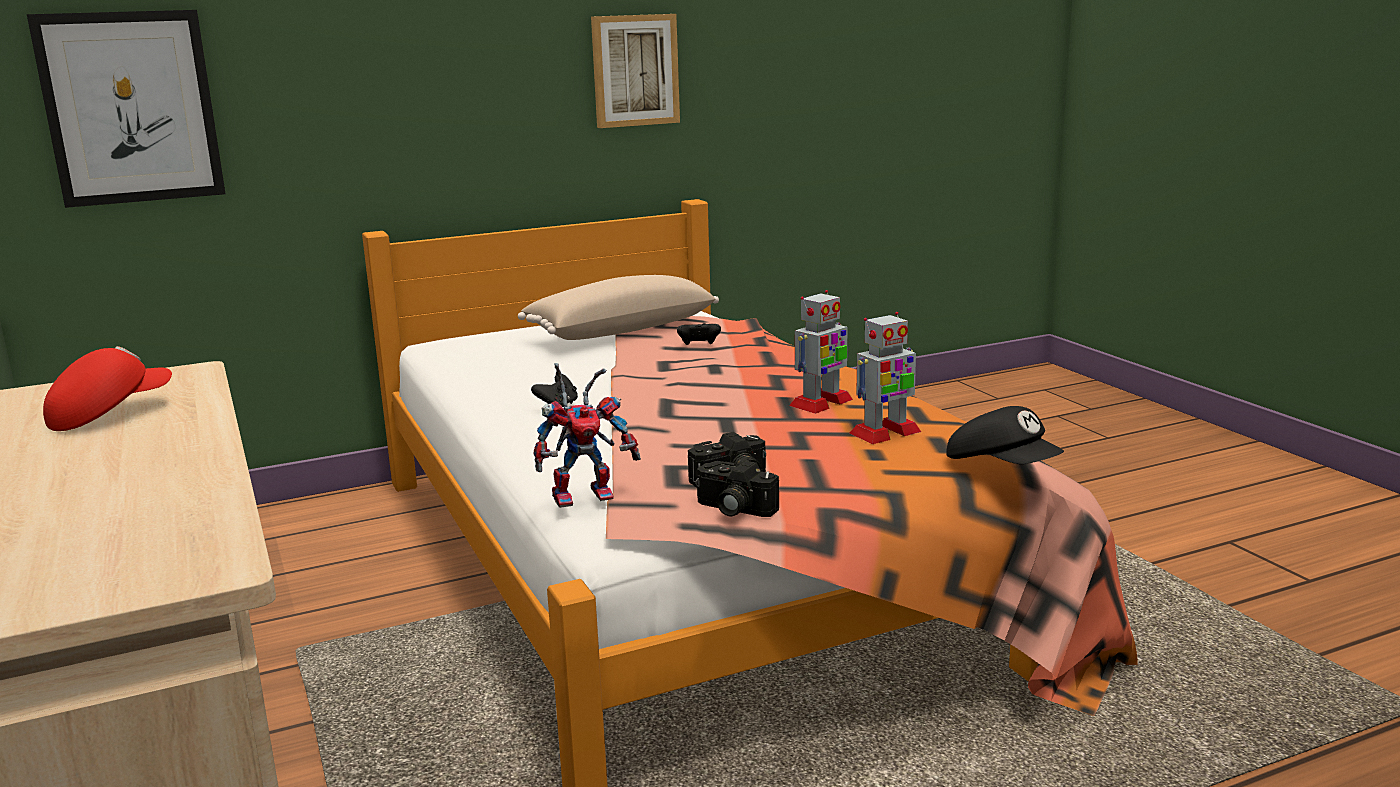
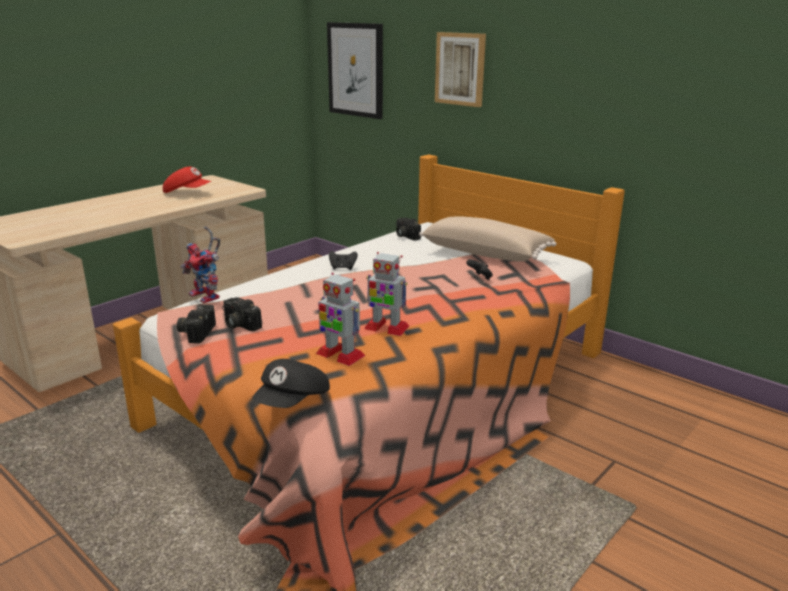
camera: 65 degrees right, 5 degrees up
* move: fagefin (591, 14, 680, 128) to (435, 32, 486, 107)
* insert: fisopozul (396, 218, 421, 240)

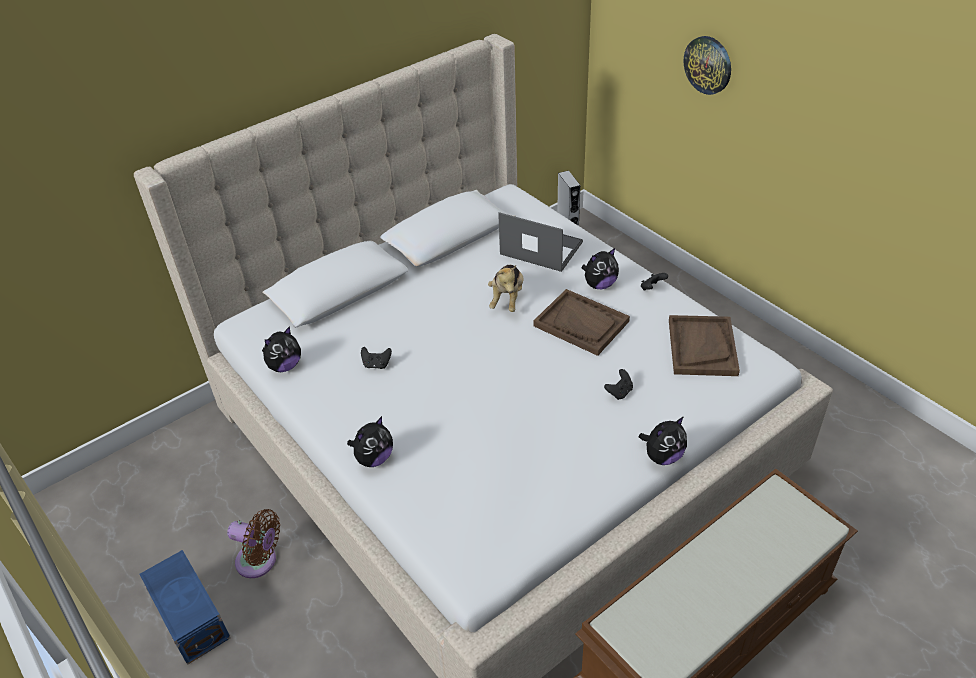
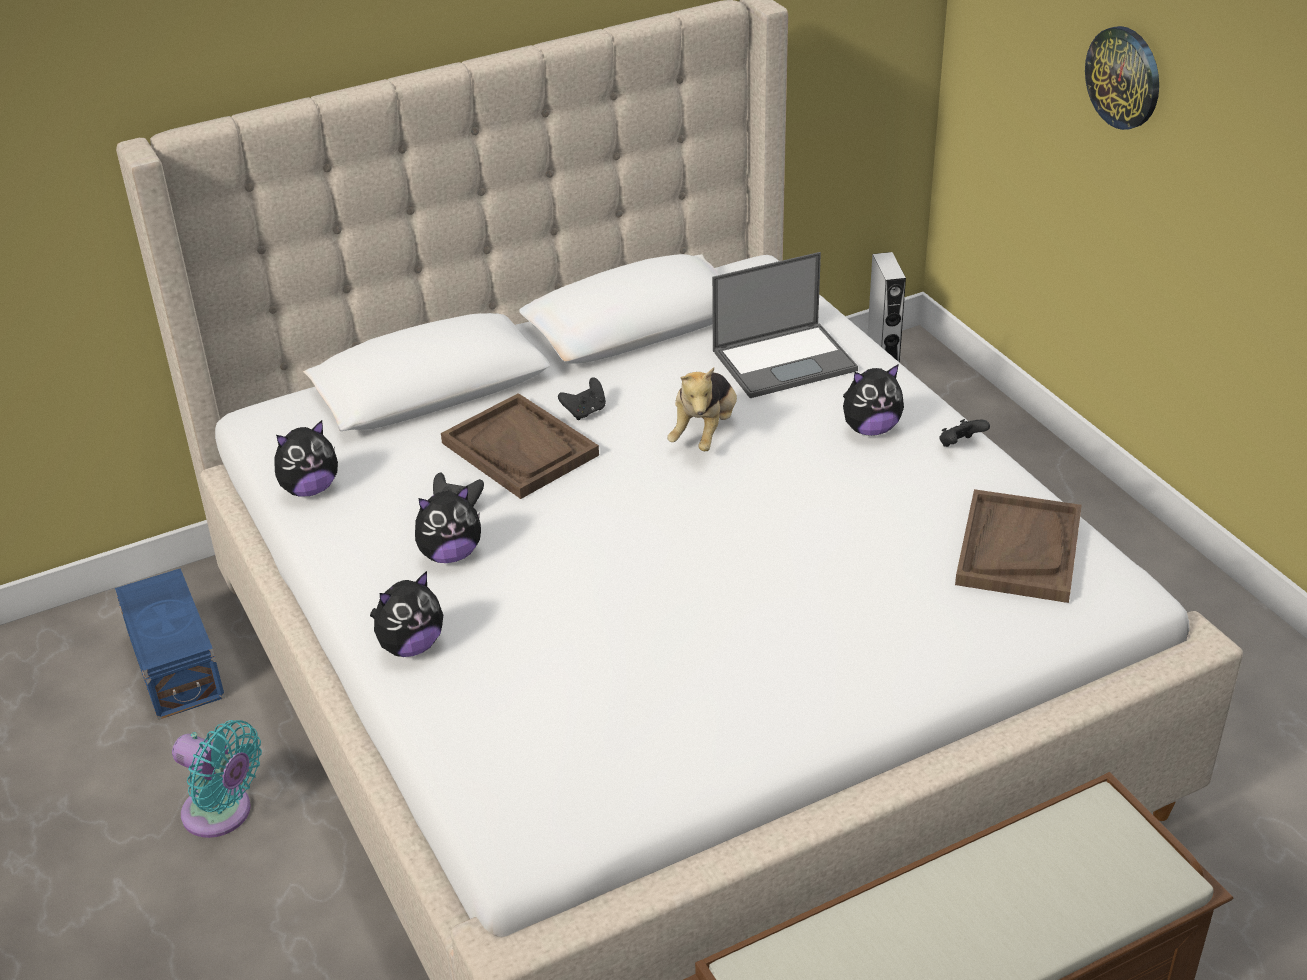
camera: 10 degrees right, 5 degrees down
* rotate: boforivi (498, 212, 583, 272) = (712, 252, 858, 398) 120 degrees clockwise
* move: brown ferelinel (533, 289, 630, 356) to (441, 393, 599, 499)
* move: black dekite (604, 369, 633, 400) to (558, 378, 606, 420)
* move: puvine (639, 416, 687, 465) to (415, 486, 481, 563)
* recolor: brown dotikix (227, 509, 280, 578) to turquoise dotikix (172, 720, 262, 838)
* move: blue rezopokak (139, 550, 231, 665) to (115, 568, 225, 720)

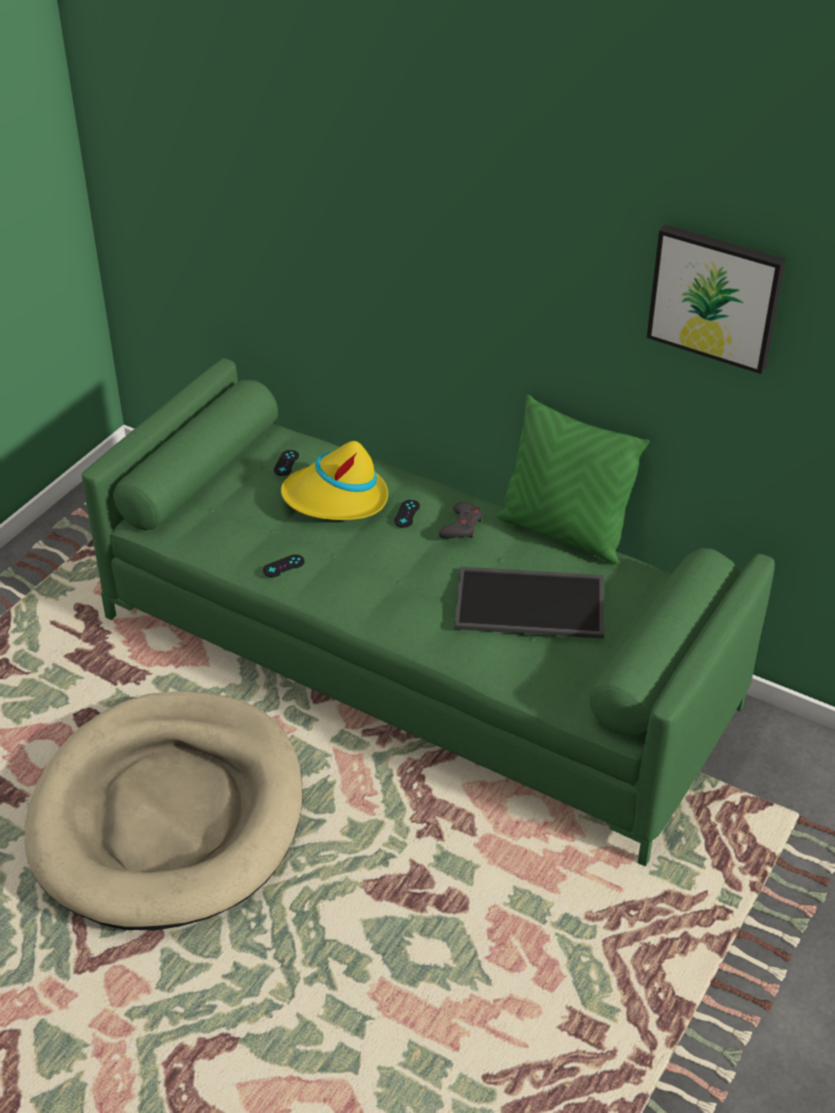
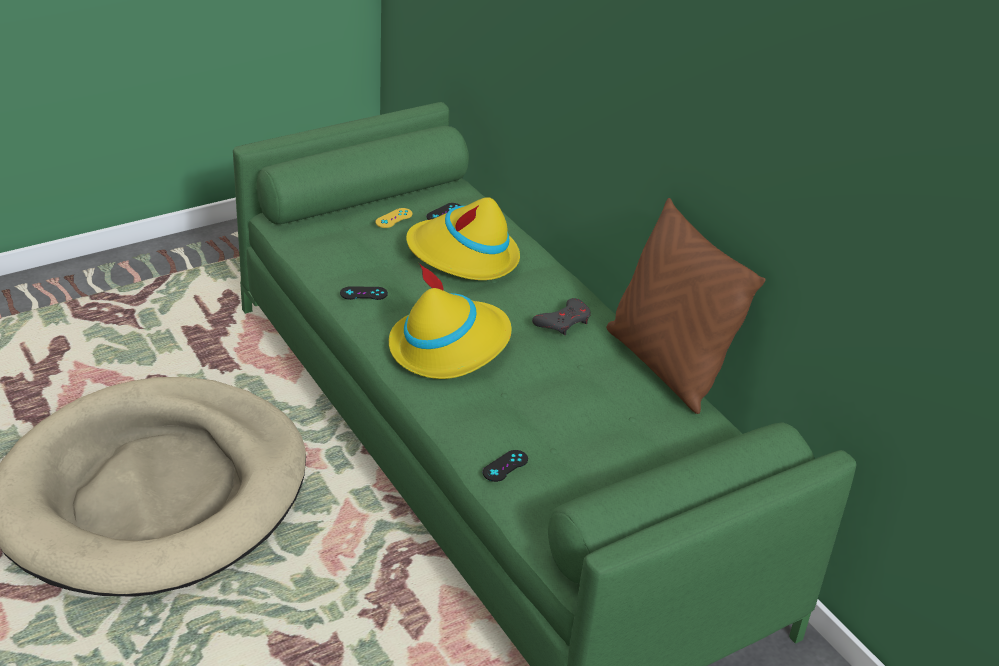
camera: 25 degrees right, 5 degrees down
* delete: fagefin (647, 224, 786, 374)
* recolor: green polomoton (497, 395, 649, 564) to brown polomoton (606, 198, 766, 414)
* move: black dekite (394, 500, 420, 528) to (483, 450, 528, 482)
* delete: ferelinel (454, 567, 604, 639)
* insert: yellow dekite (375, 208, 412, 228)
* insert: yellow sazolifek (389, 263, 512, 379)

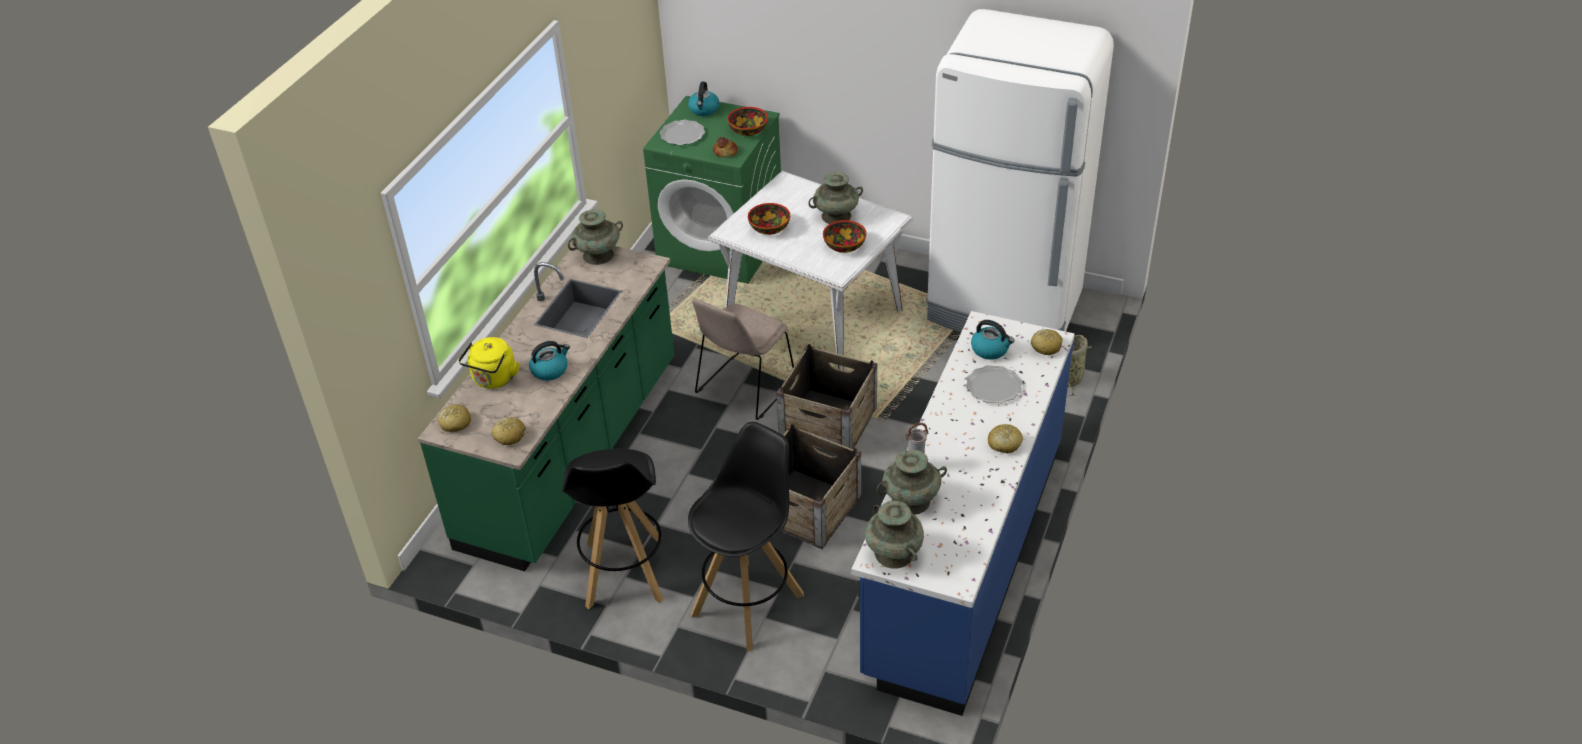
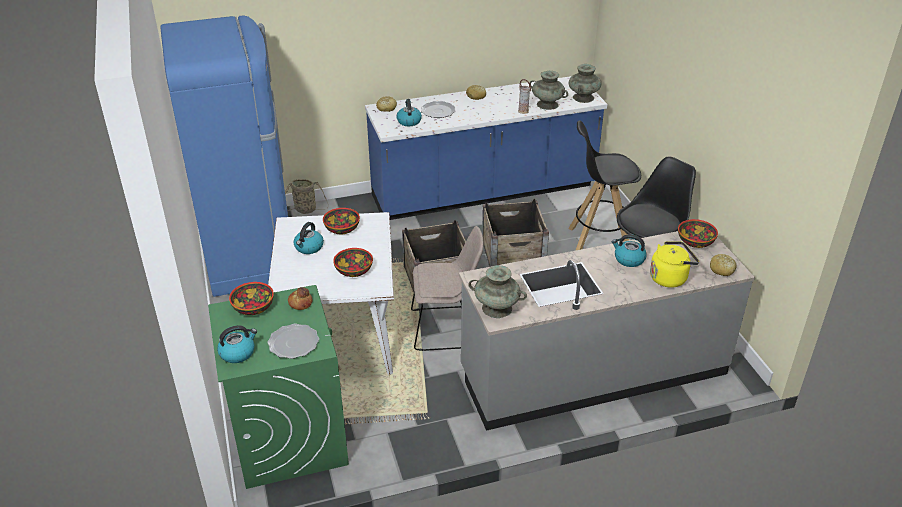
camera: 130 degrees left, 5 degrees down
* recolor: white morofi (926, 9, 1114, 332) to blue morofi (160, 15, 288, 297)
* replace: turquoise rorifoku (808, 172, 863, 224) to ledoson (294, 222, 324, 254)
* recolor: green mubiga (418, 245, 674, 571) to grey mubiga (459, 231, 755, 431)
* replace: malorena (492, 417, 526, 445) to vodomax (678, 219, 718, 248)

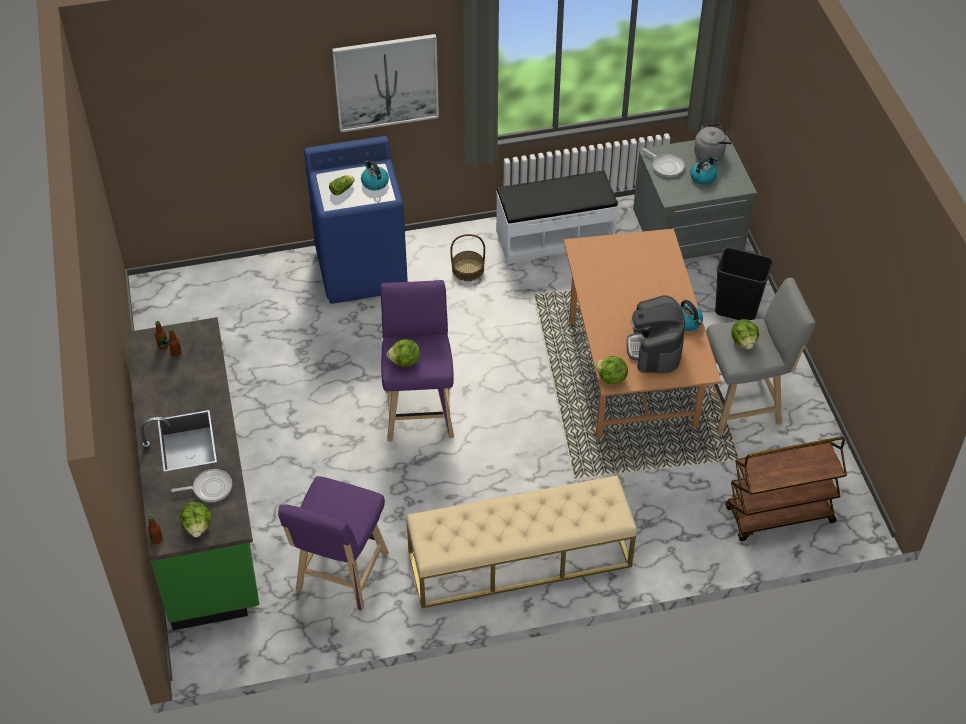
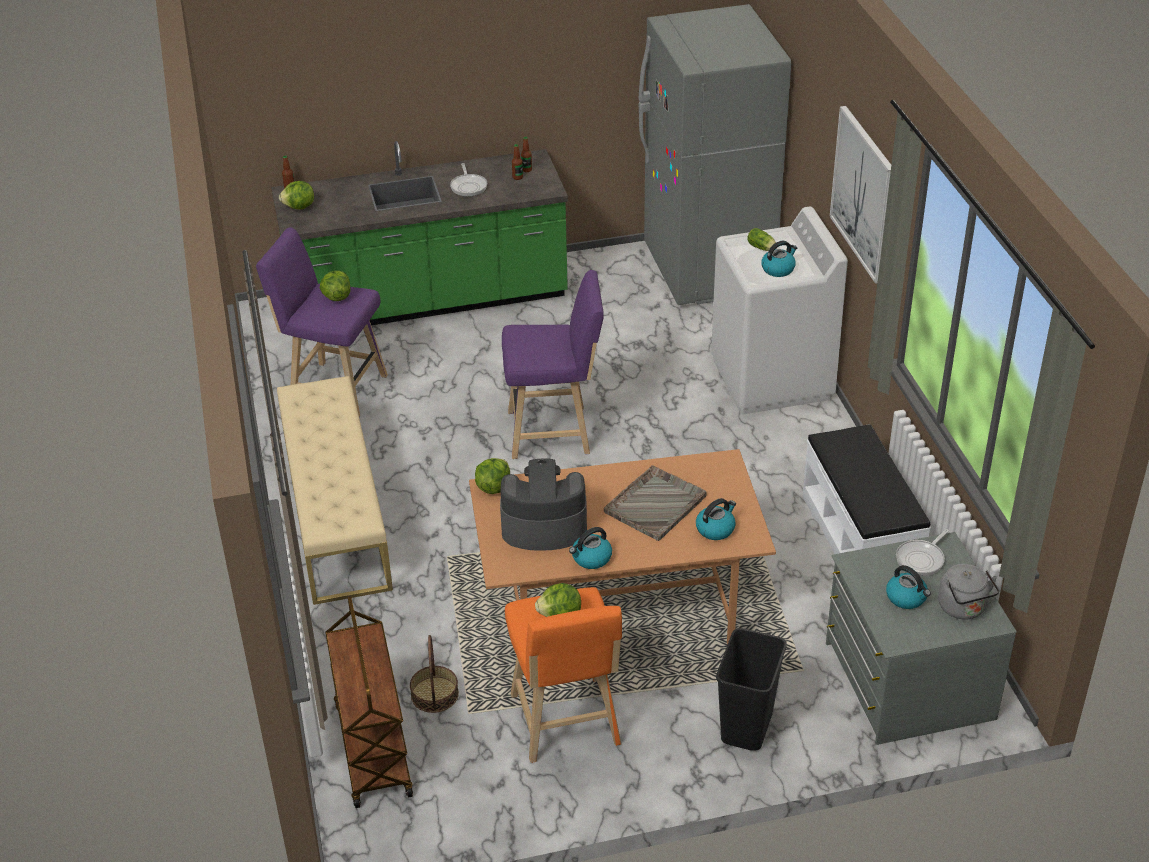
camera: 90 degrees right, 10 degrees down
* recolor: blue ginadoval (304, 136, 408, 304) to white ginadoval (711, 207, 848, 414)
* move: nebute (450, 234, 485, 281) to (410, 635, 459, 713)
* recolor: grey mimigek (706, 278, 816, 435) to orange mimigek (505, 587, 622, 763)
* move: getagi (387, 339, 420, 367) to (320, 271, 350, 301)
* move: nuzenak (171, 469, 232, 502) to (450, 163, 487, 197)
* insert: grey morofi (639, 4, 791, 305)
* insert: grey ferelinel (604, 465, 707, 541)
* insert: ledoson (696, 498, 736, 540)

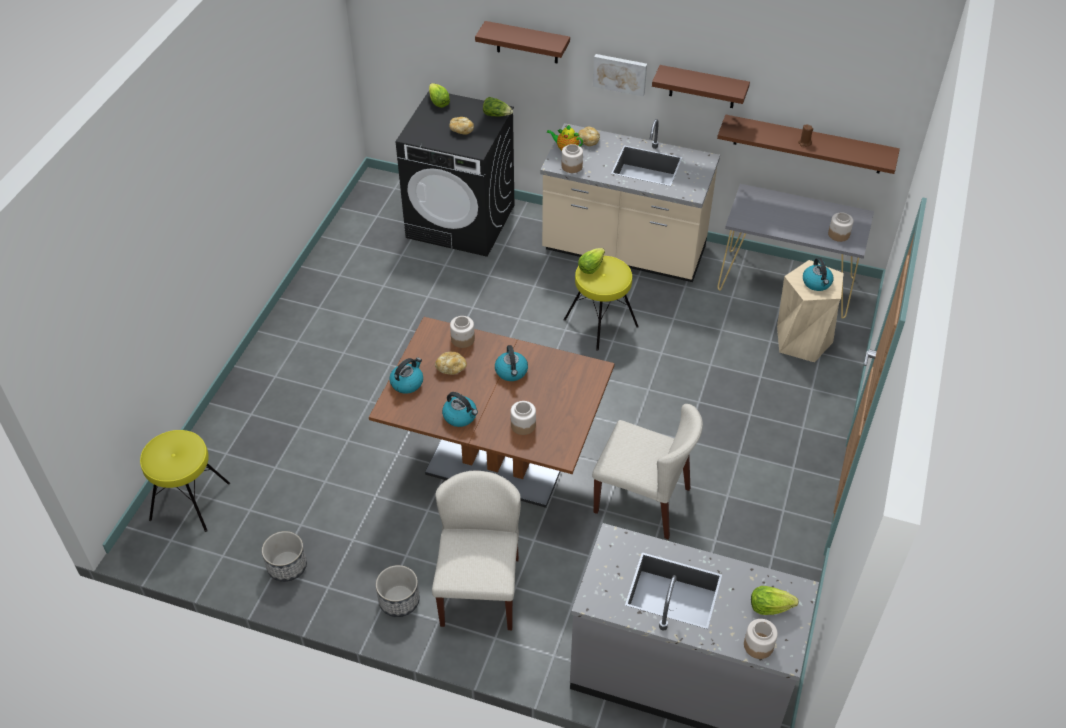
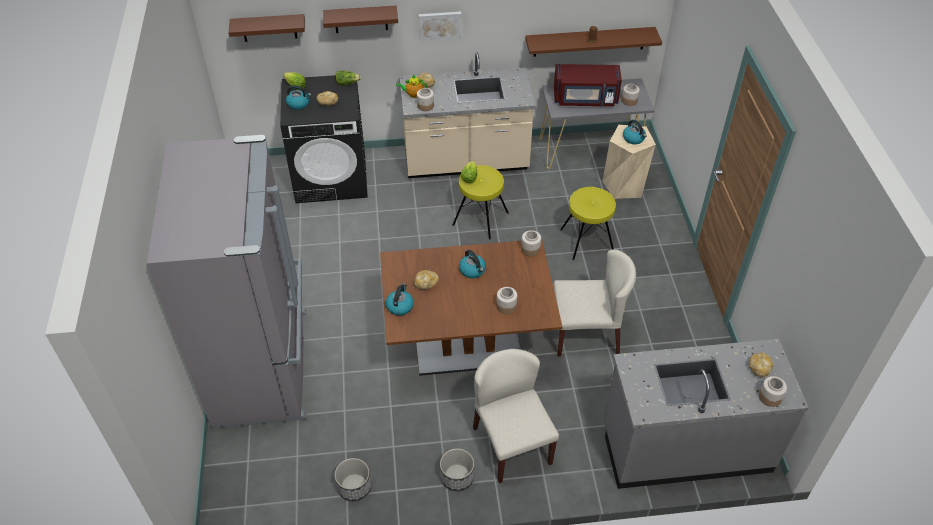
camera: 25 degrees left, 0 degrees up
* move: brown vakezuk (652, 65, 750, 108) to (228, 14, 305, 42)
* move: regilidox (450, 316, 475, 348) to (521, 230, 541, 257)
* move: ledoson (442, 392, 478, 427) to (286, 85, 312, 110)
* move: yellow mimigek (140, 430, 230, 532) to (560, 187, 616, 260)
* replace: getagi (751, 586, 798, 615) to malorena (749, 353, 773, 377)
* insert: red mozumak (554, 64, 622, 106)
* insert: grey morofi (147, 135, 306, 428)

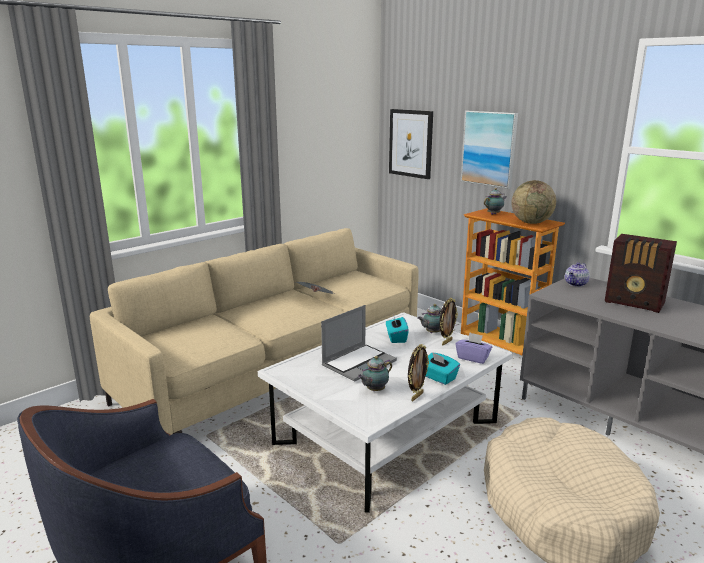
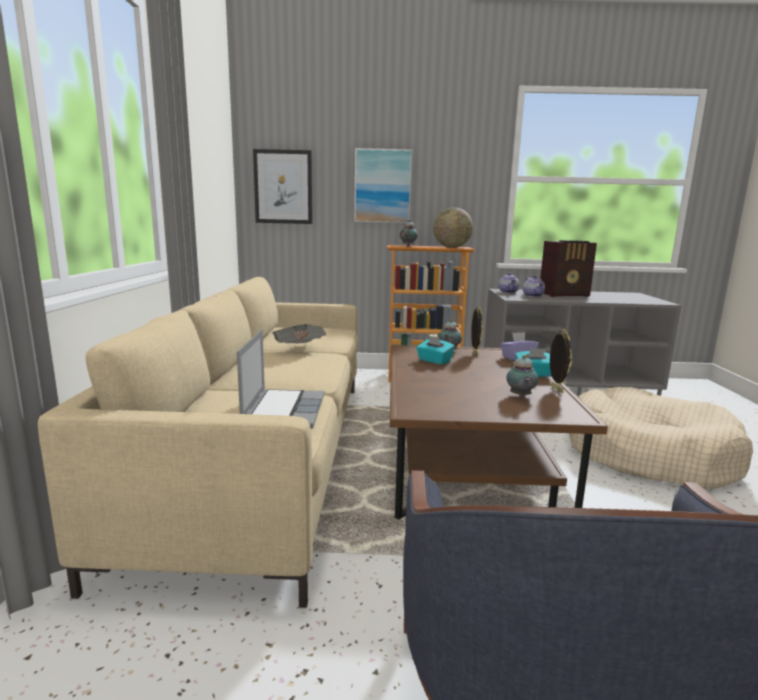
camera: 45 degrees left, 5 degrees down
* move: boforivi (321, 305, 397, 382) to (237, 330, 325, 429)
* recolor: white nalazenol (258, 312, 513, 513) to brown nalazenol (390, 345, 608, 520)
* insert: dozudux (523, 275, 545, 297)

